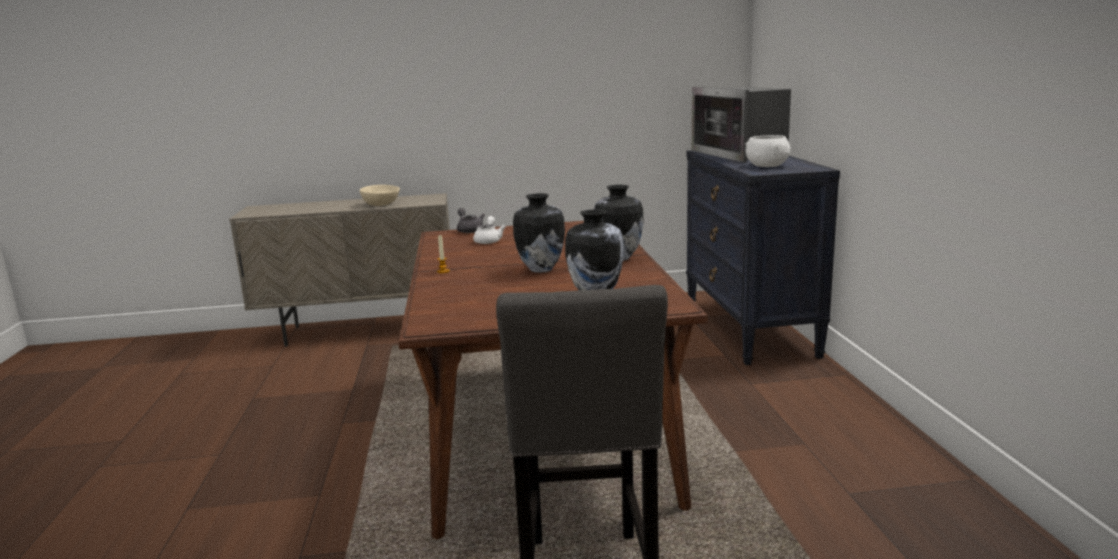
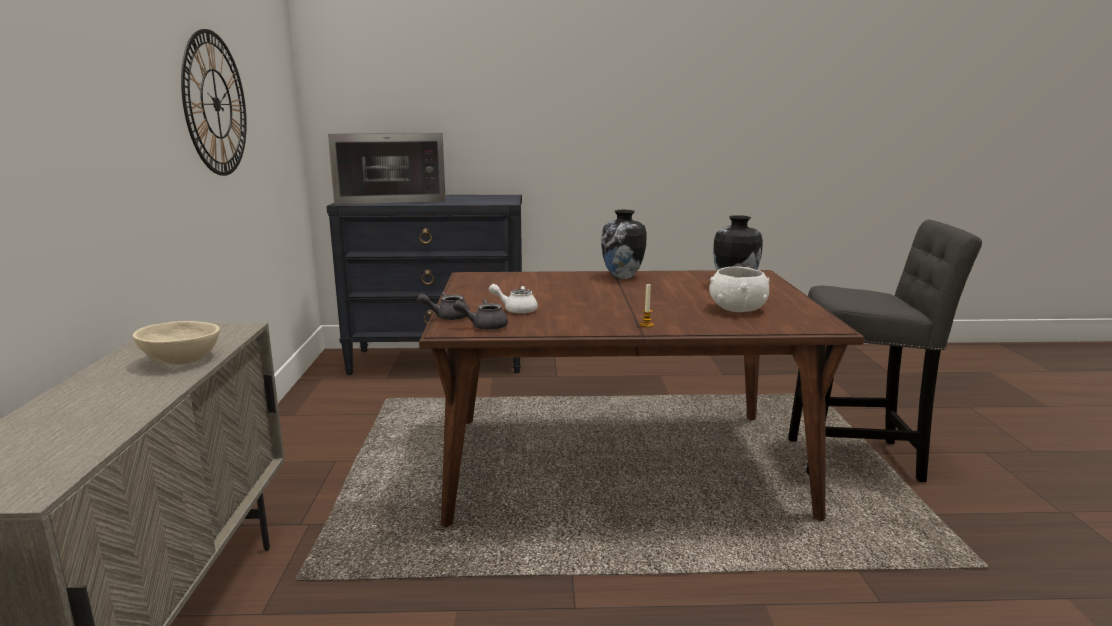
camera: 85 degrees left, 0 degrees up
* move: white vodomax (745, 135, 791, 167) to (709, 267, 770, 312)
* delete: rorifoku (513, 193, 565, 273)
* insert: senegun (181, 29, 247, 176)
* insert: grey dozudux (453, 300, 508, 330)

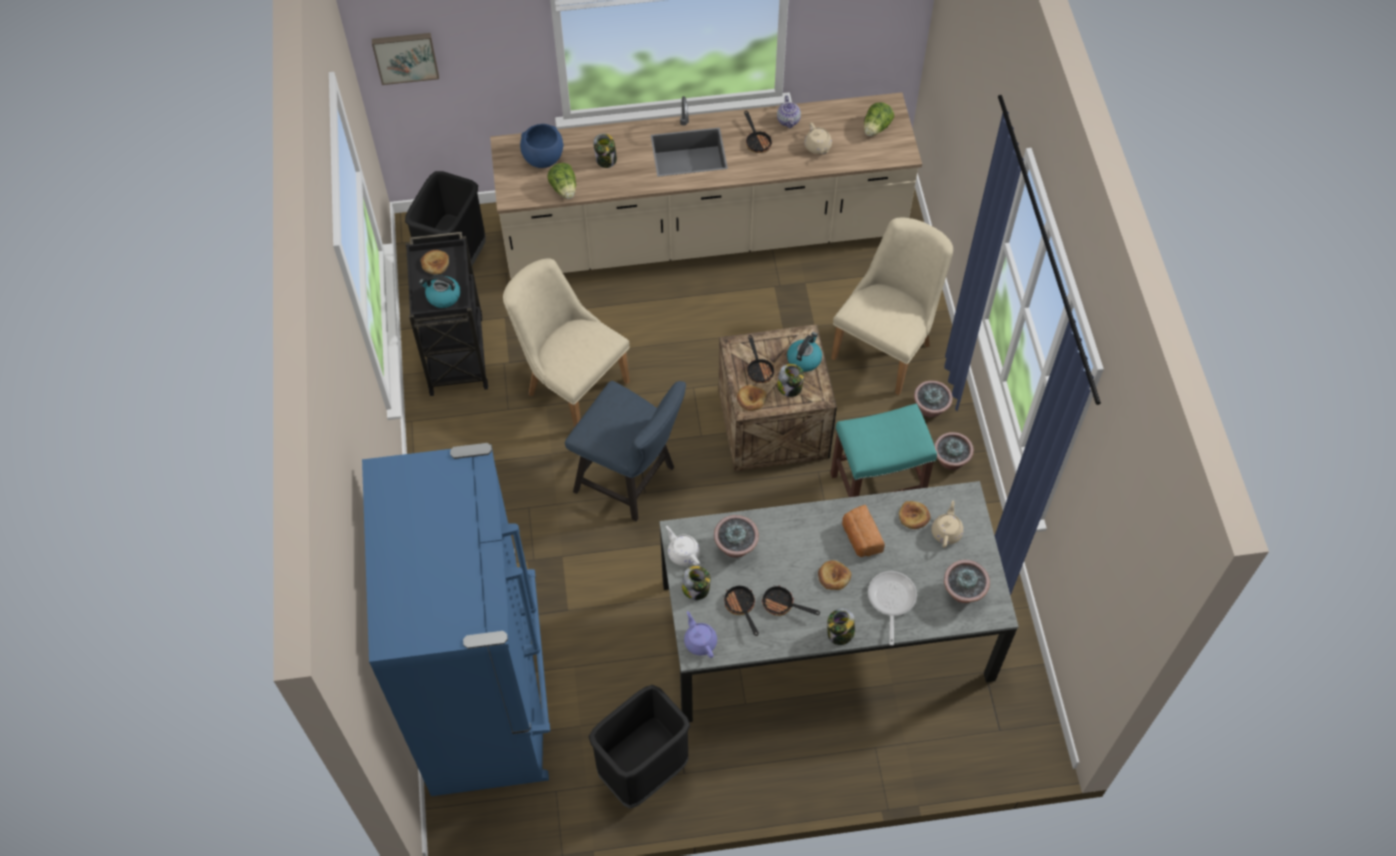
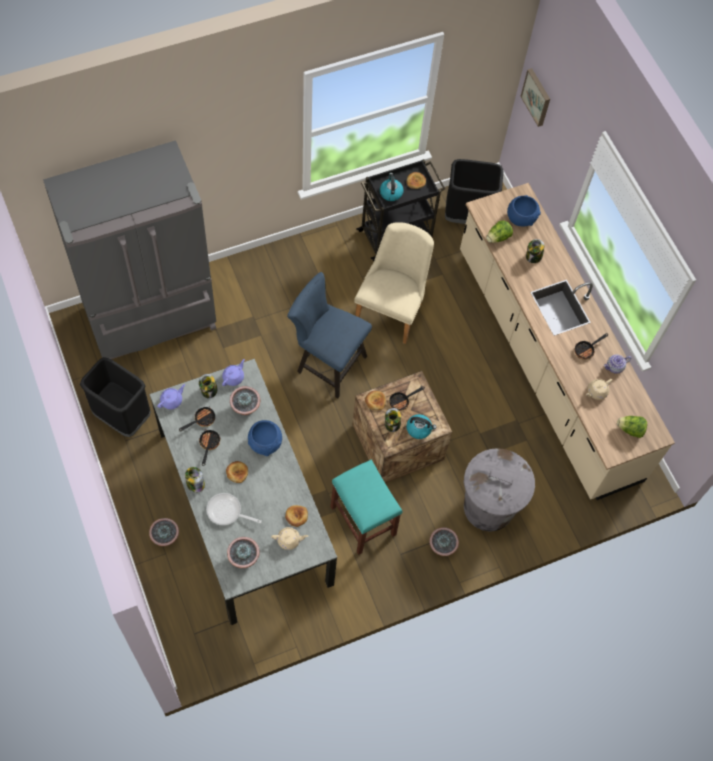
camera: 70 degrees right, 5 degrees up
* replace: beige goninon (831, 218, 953, 395) to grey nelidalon (463, 448, 535, 531)
* rotate: blue goninon (565, 381, 686, 521) = (287, 272, 372, 399) 105 degrees clockwise
* move: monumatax (934, 432, 974, 470) to (149, 518, 179, 546)
* recolor: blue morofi (362, 443, 550, 796) to grey morofi (43, 140, 216, 359)
* delete: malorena (842, 505, 885, 557)
* recolor: white dozudux (666, 526, 700, 566) to purple dozudux (222, 359, 245, 386)
* rotate: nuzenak (868, 571, 917, 645) = (206, 493, 262, 525) 150 degrees counterclockwise
* insert: blue vodomax (248, 420, 282, 456)

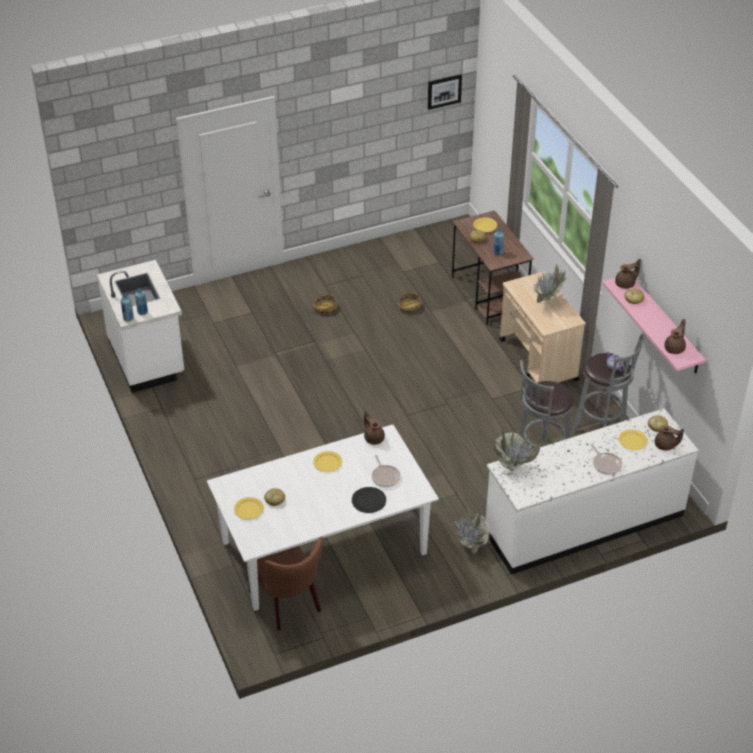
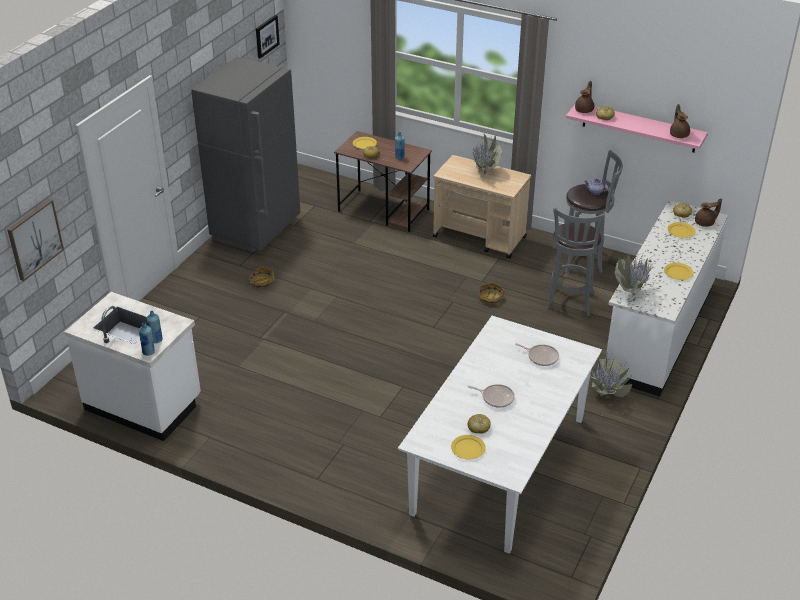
camera: 40 degrees left, 5 degrees down
* move: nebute (398, 292, 422, 314) to (478, 282, 504, 305)
* delete: brown dozudux (364, 411, 385, 445)
* move: nuzenak (590, 444, 622, 475) to (468, 384, 515, 408)
* move: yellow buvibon (313, 451, 342, 472) to (664, 263, 694, 280)
* delete: black buvibon (352, 487, 386, 513)
* delete: brown goninon (249, 536, 323, 631)
* insert: grey morofi (191, 57, 300, 252)
* insert: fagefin (7, 199, 64, 281)

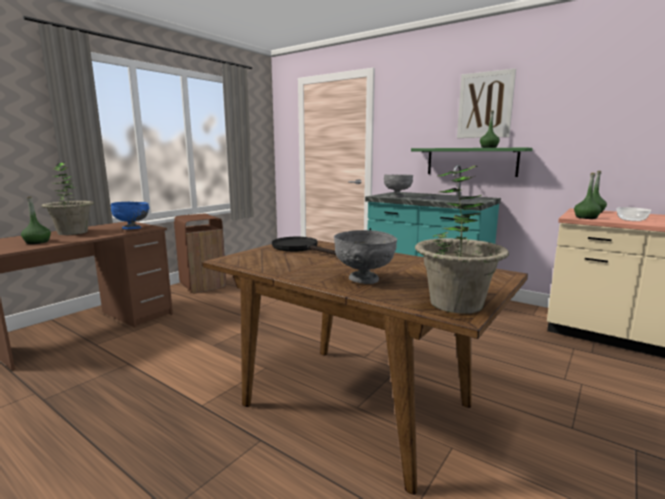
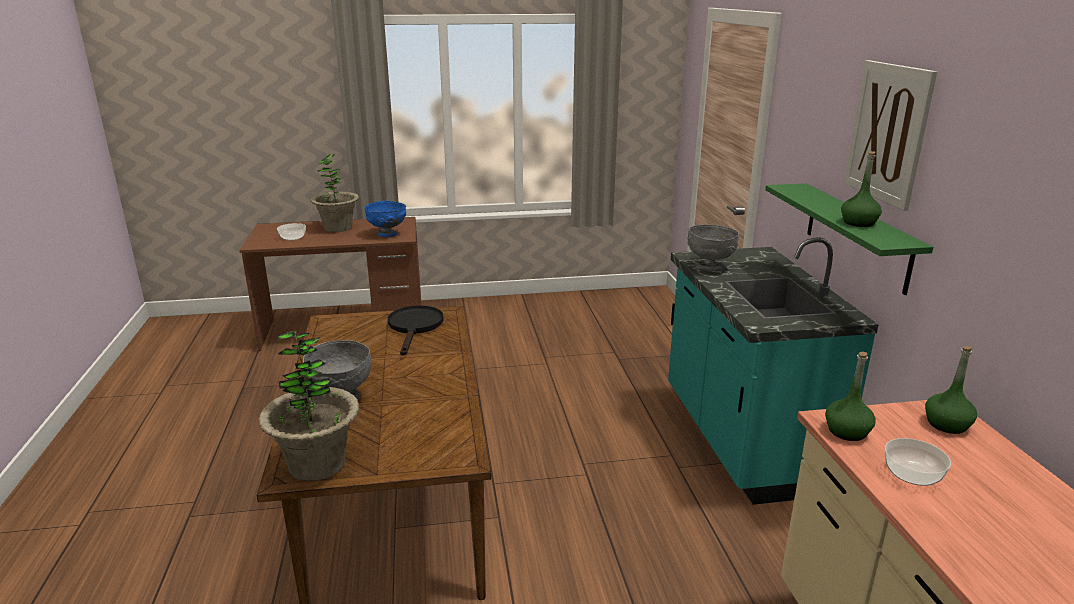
camera: 45 degrees right, 10 degrees up
* replace: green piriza (21, 196, 51, 244) to vodomax (277, 223, 306, 240)
* delete: brown nelidalon (174, 214, 226, 293)

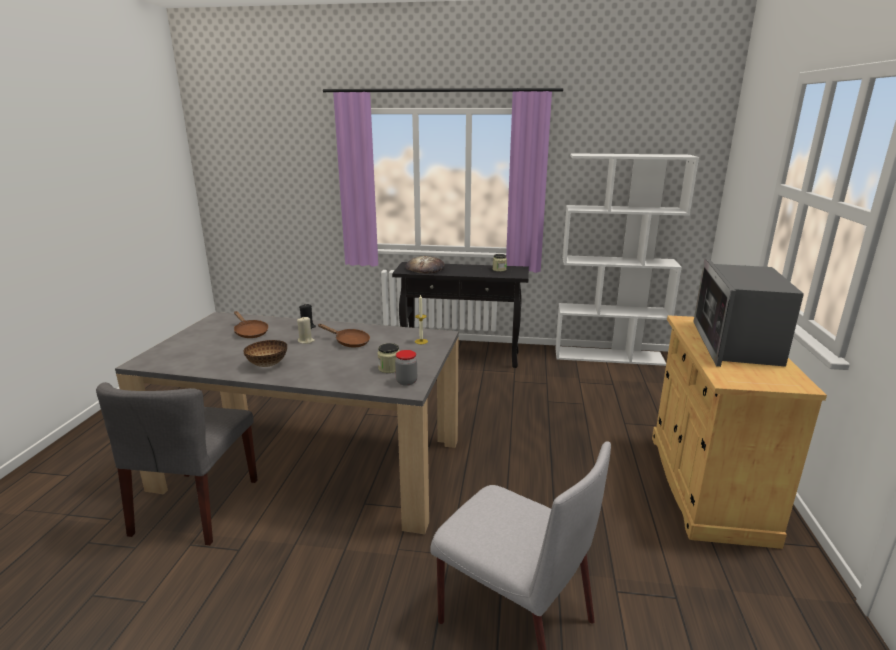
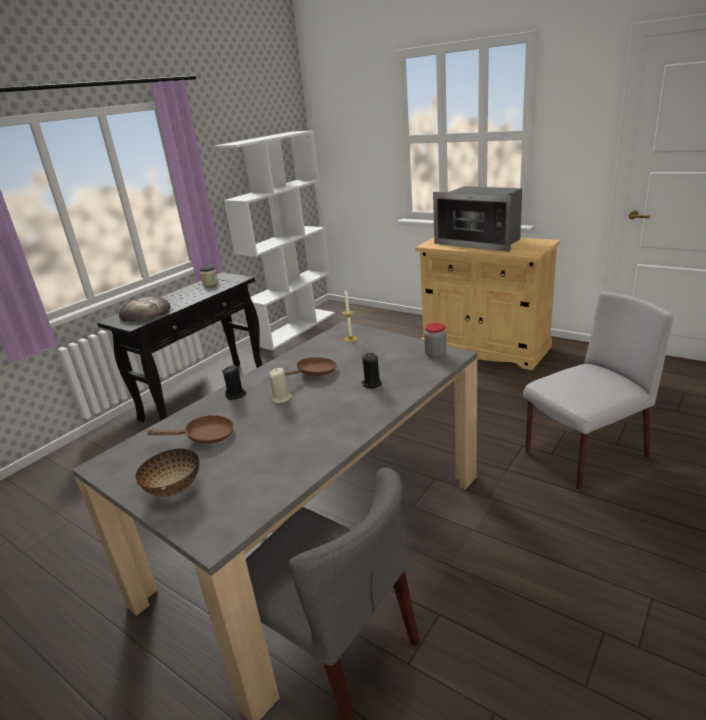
camera: 60 degrees left, 5 degrees up
* move: vodomax (243, 340, 287, 367) to (135, 448, 199, 497)
* delete: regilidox (377, 343, 399, 373)
* insert: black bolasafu (362, 353, 382, 389)

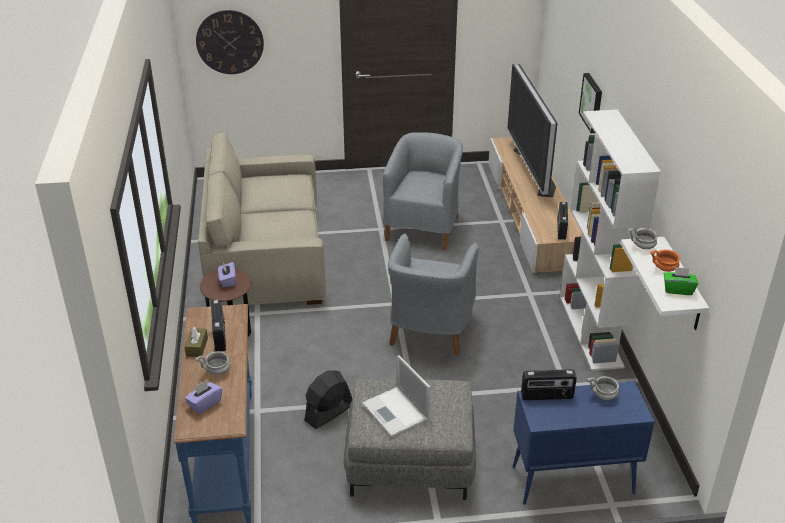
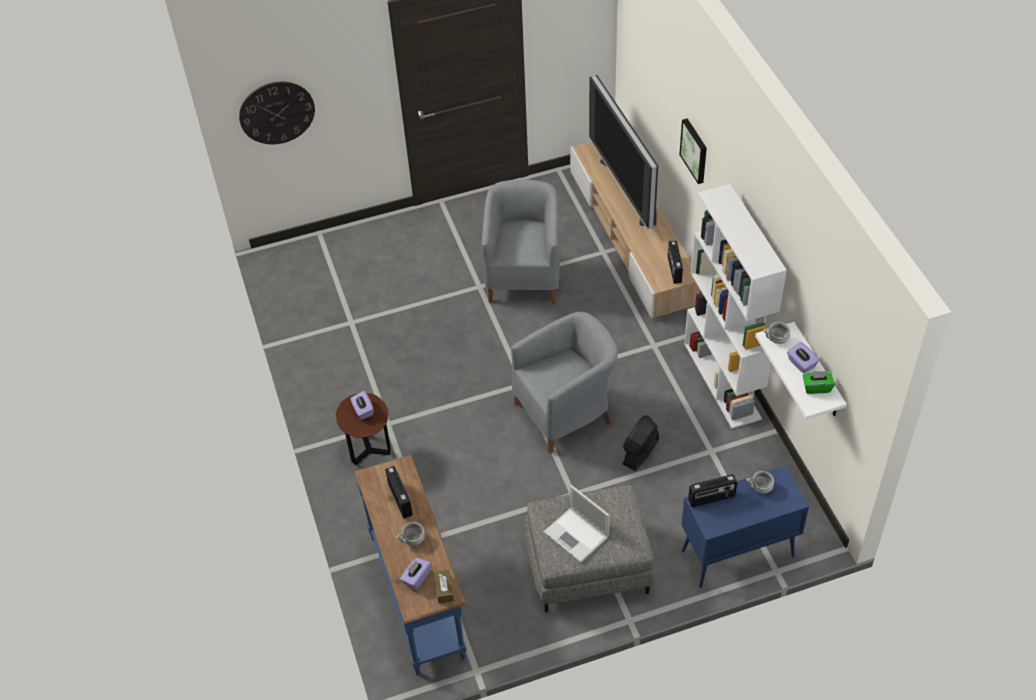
camera: 10 degrees left, 15 degrees up
* delete: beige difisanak (198, 133, 326, 306)
* rotate: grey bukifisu (388, 234, 479, 356) = (511, 312, 618, 453) 120 degrees counterclockwise
* replace: orange vodomax (650, 250, 680, 272) to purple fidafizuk (787, 342, 819, 374)
* move: brown fidafizuk (185, 327, 208, 357) to (434, 570, 454, 603)
* move: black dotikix (304, 370, 352, 429) to (622, 416, 659, 471)

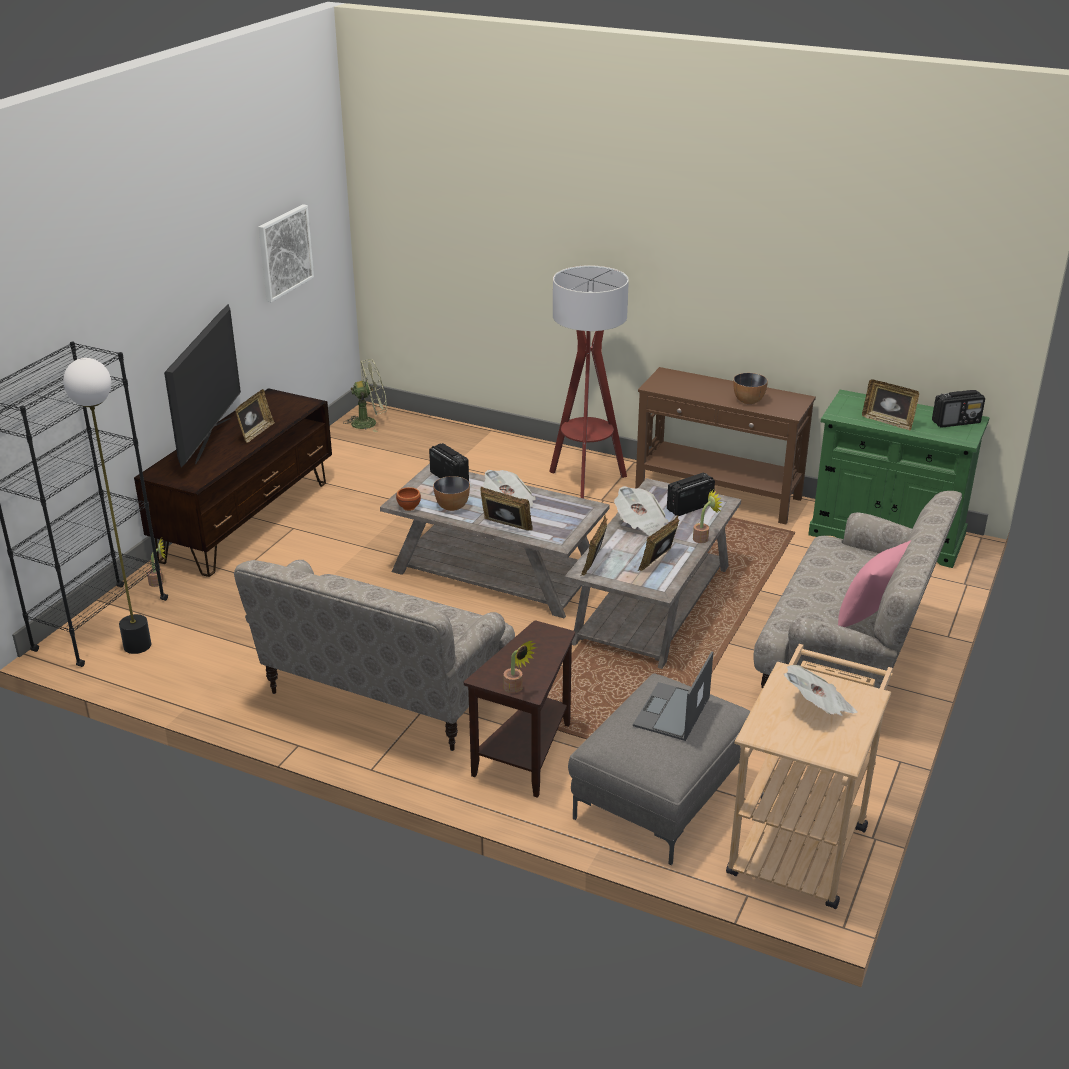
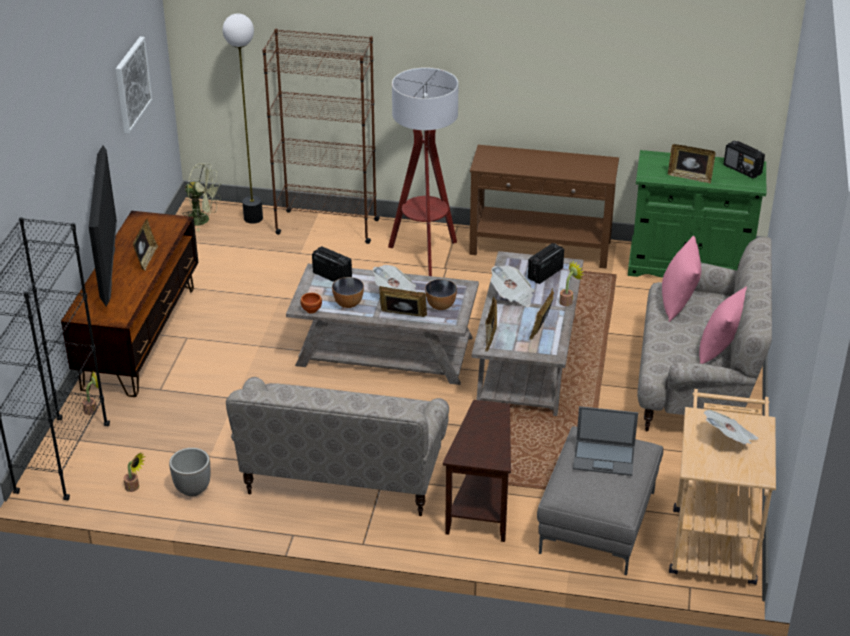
camera: 15 degrees left, 5 degrees up
* move: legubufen (63, 358, 151, 654) to (223, 13, 263, 224)
* rotate: green dotikix (343, 359, 387, 432) = (184, 163, 221, 231) 45 degrees clockwise
* move: vodomax (733, 373, 768, 404) to (425, 279, 457, 310)
* rotate: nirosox (932, 390, 985, 428) = (724, 141, 765, 178) 75 degrees clockwise
* move: monumatax (504, 641, 537, 694) to (123, 452, 146, 492)
* rotate: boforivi (633, 651, 713, 741) = (573, 406, 638, 476) 90 degrees counterclockwise
* insert: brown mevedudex (262, 29, 380, 244)
* insert: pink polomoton (662, 236, 701, 322)
* insert: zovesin (169, 448, 210, 496)

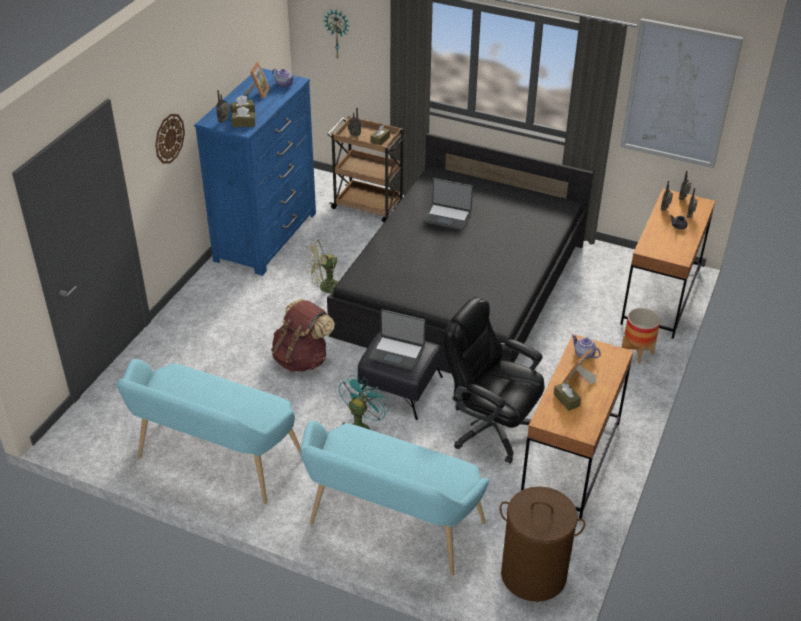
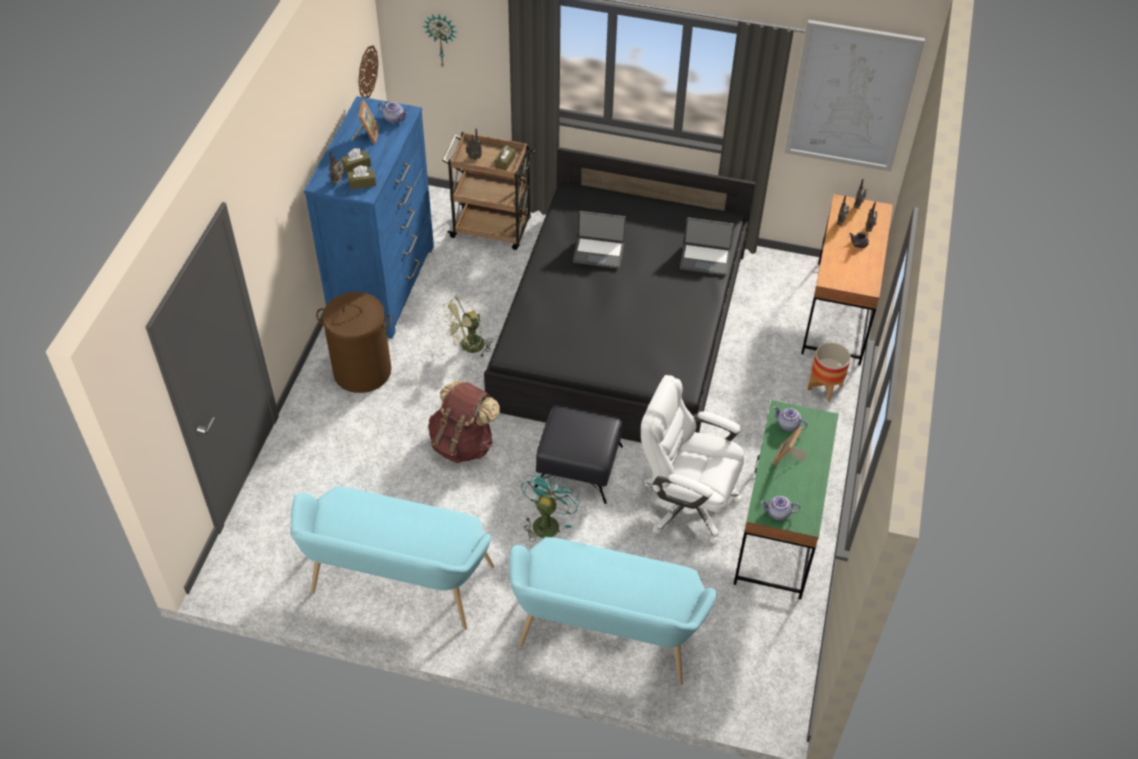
camera: 10 degrees left, 10 degrees up
* move: senegun (155, 114, 185, 163) to (358, 45, 378, 98)
* recolor: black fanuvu (444, 296, 545, 463) to white fanuvu (641, 375, 744, 544)
* move: boforivi (369, 309, 425, 370) to (680, 217, 734, 276)
* recolor: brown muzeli (521, 334, 633, 519) to green muzeli (734, 400, 838, 599)
* delete: brown fidafizuk (553, 382, 581, 411)
* move: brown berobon (499, 486, 585, 602) to (316, 292, 392, 393)
* insert: dozudux (761, 496, 800, 520)

